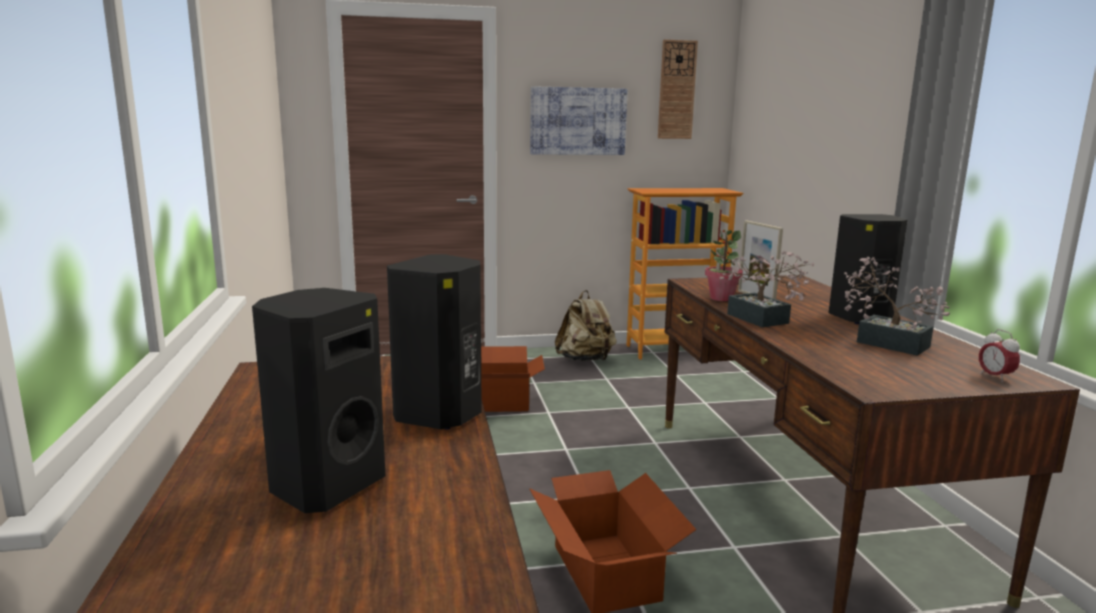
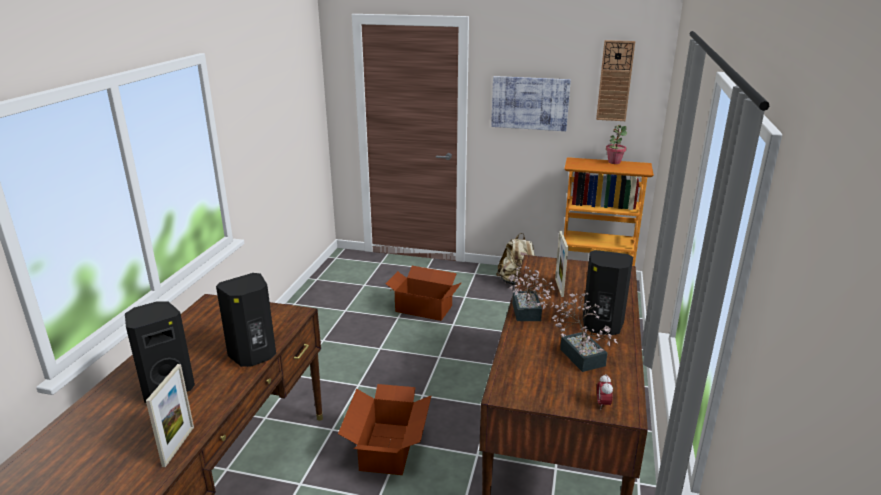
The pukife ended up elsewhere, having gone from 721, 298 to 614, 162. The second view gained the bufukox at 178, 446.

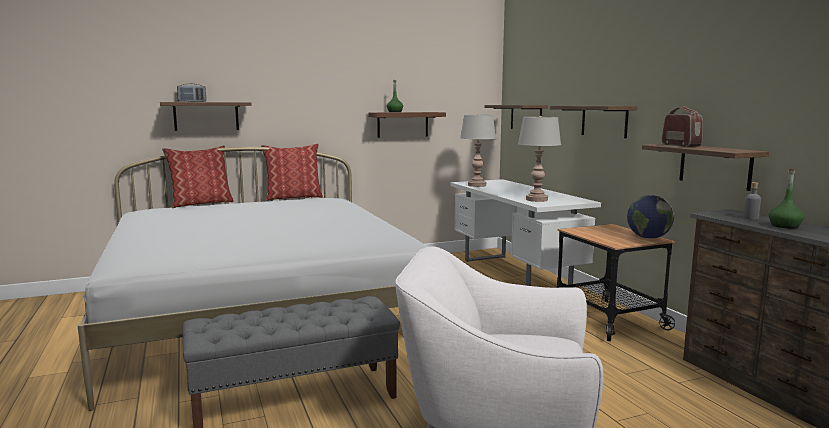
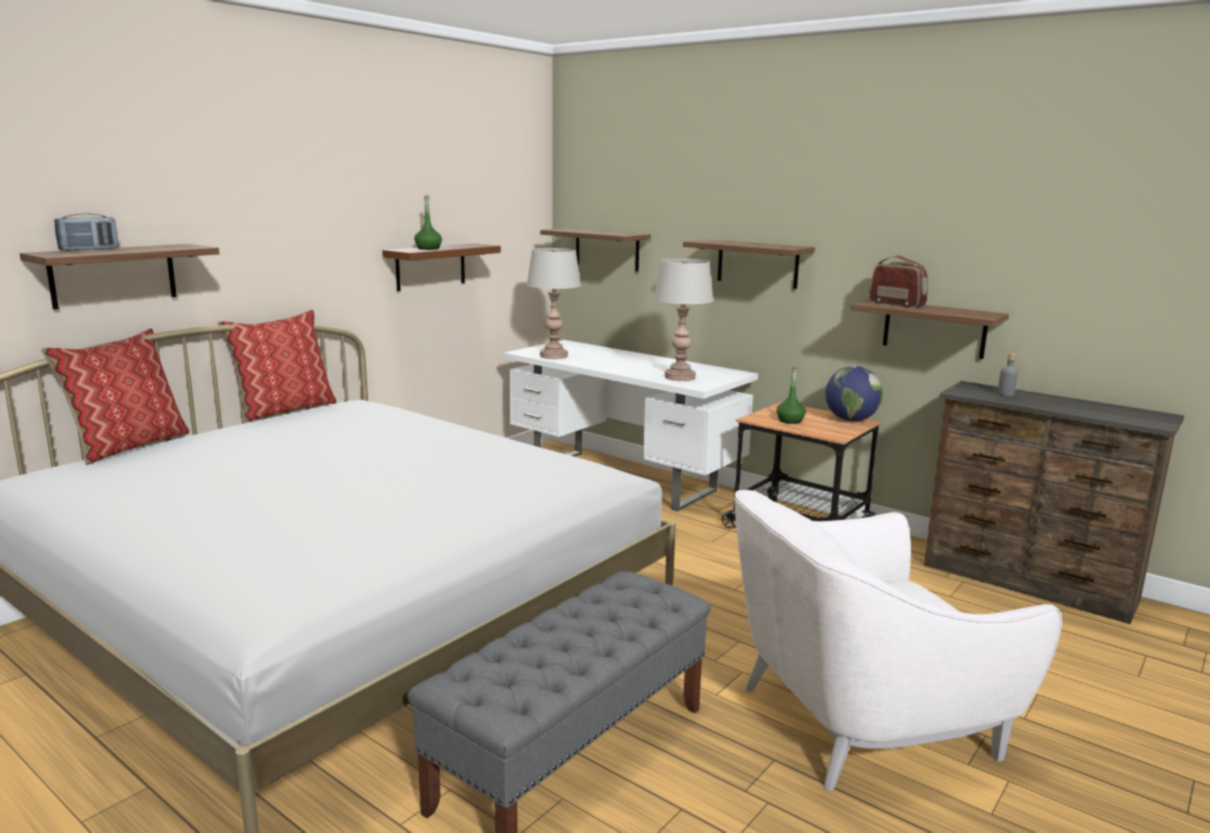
The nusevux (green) ended up elsewhere, having gone from 784, 226 to 790, 421.

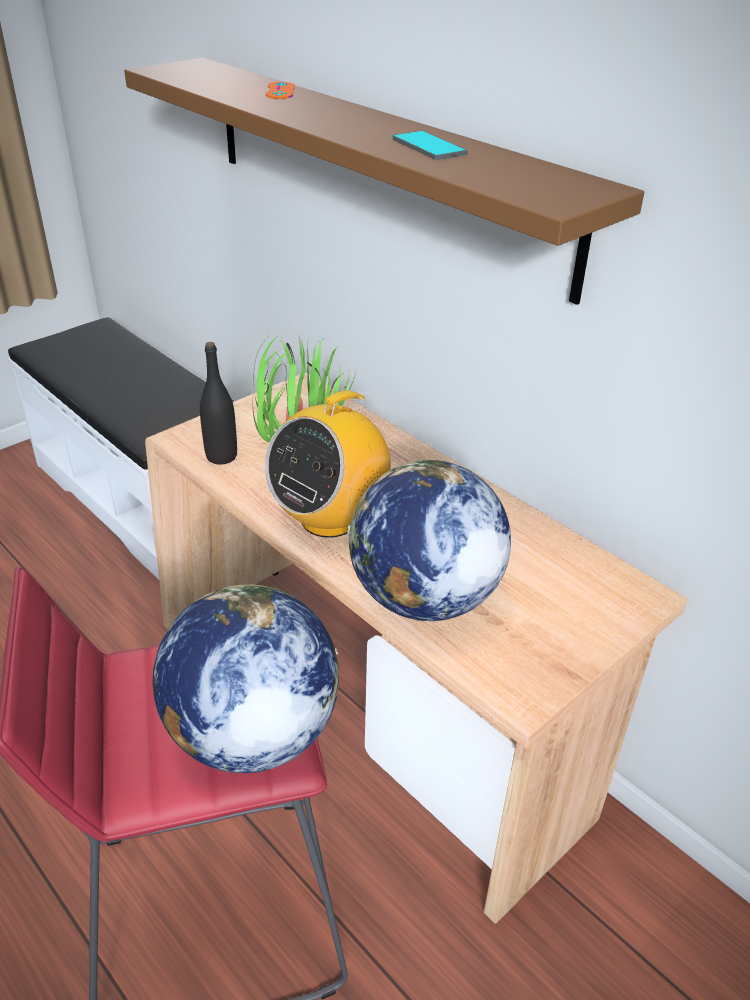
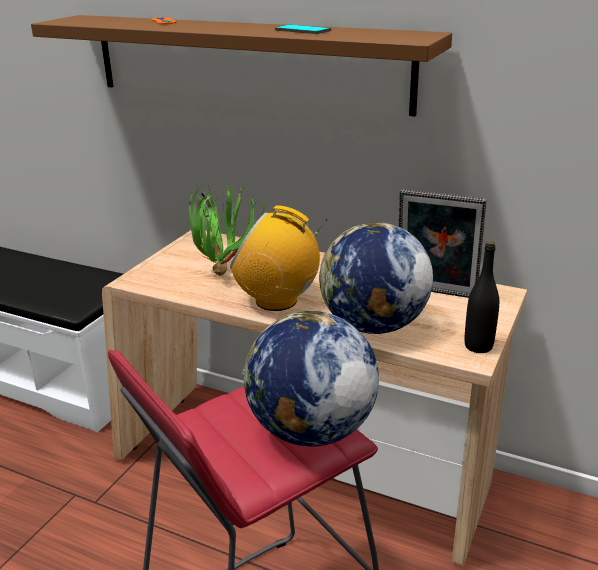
The nusevux (black) ended up elsewhere, having gone from 221, 456 to 478, 346. The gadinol at 329, 518 ended up facing another way, 90 degrees clockwise from before. The second view gained the bufukox at 435, 293.

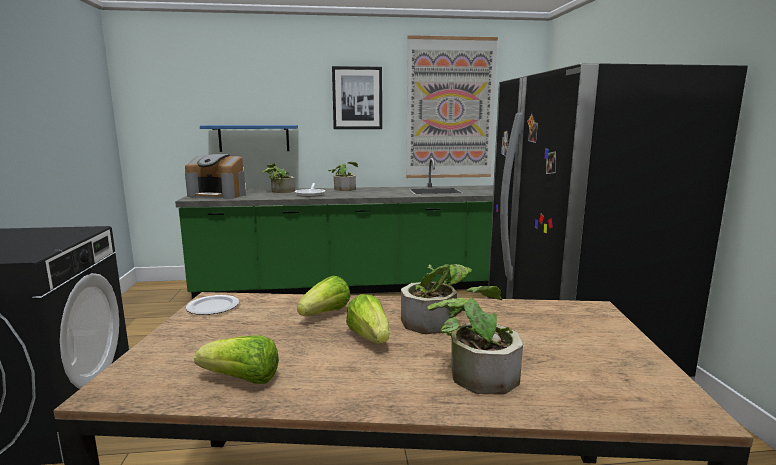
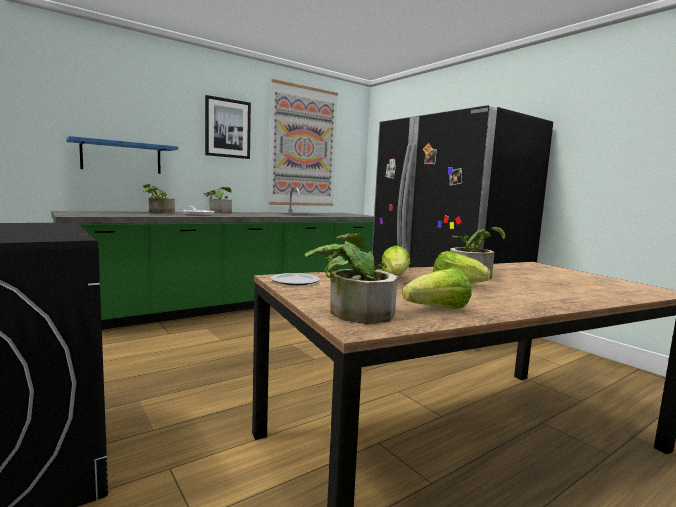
The second view lost the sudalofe at 218, 195. The pukife ended up elsewhere, having gone from 475, 372 to 352, 313.

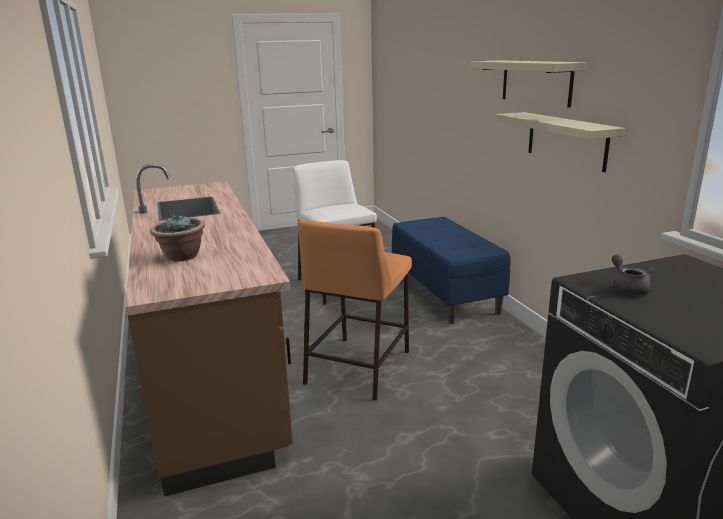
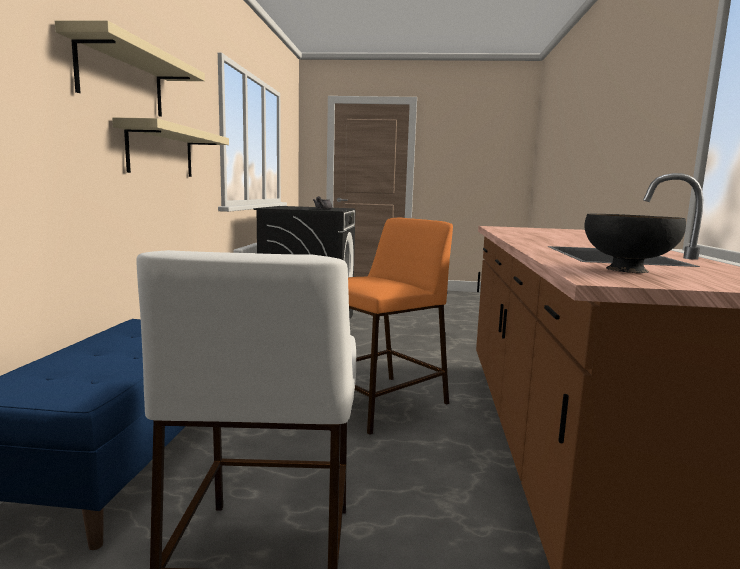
The second view lost the pukife at 182, 256. The second view gained the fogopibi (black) at 626, 270.

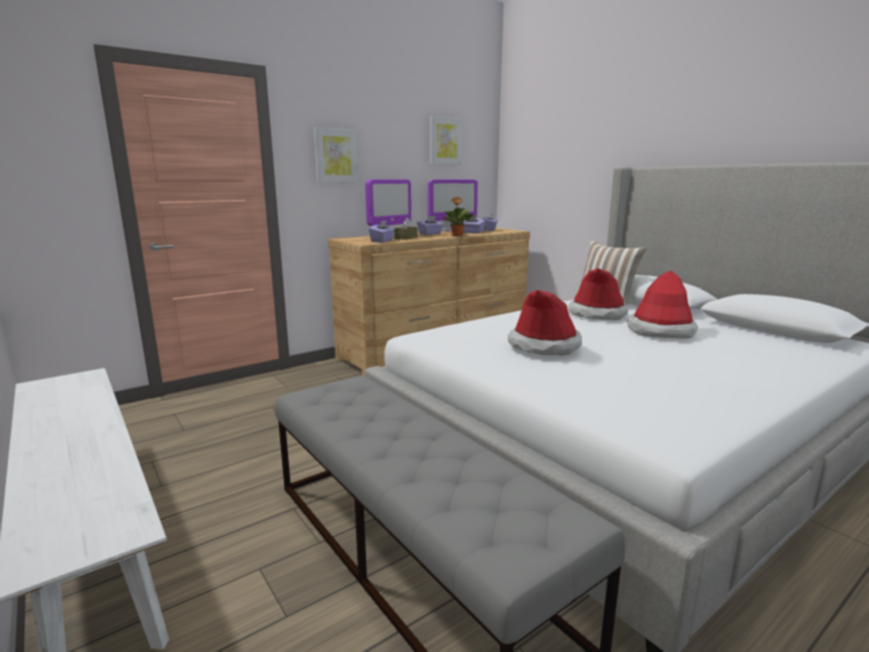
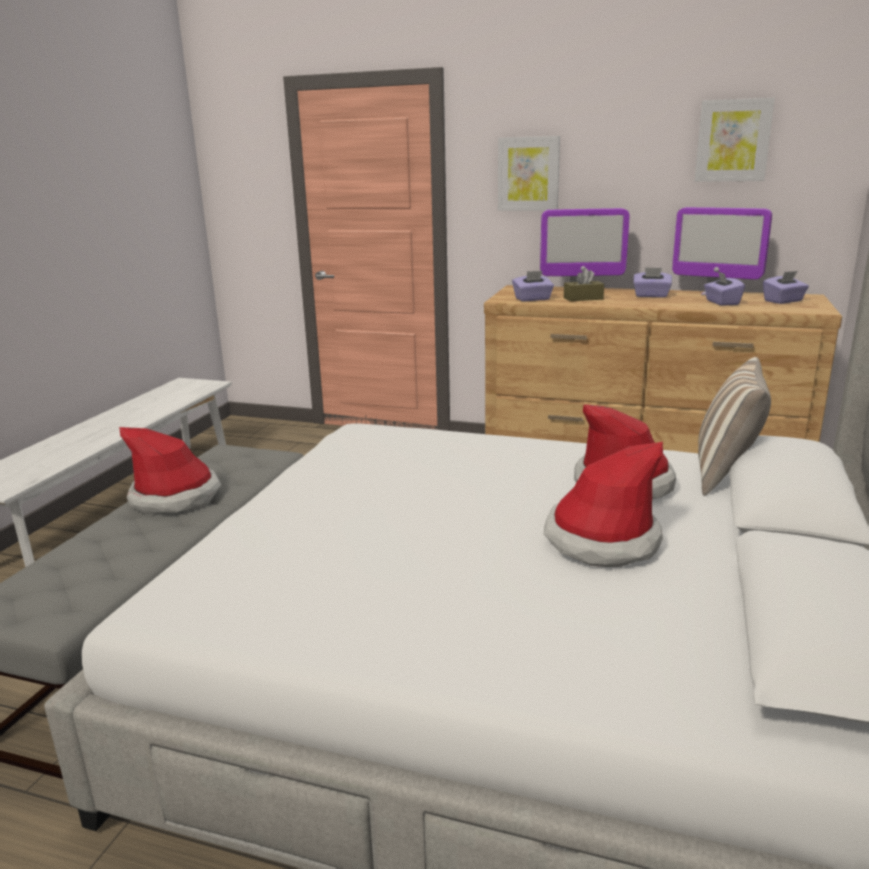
The second view lost the pukife at 457, 236. The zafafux ended up elsewhere, having gone from 544, 345 to 175, 497.

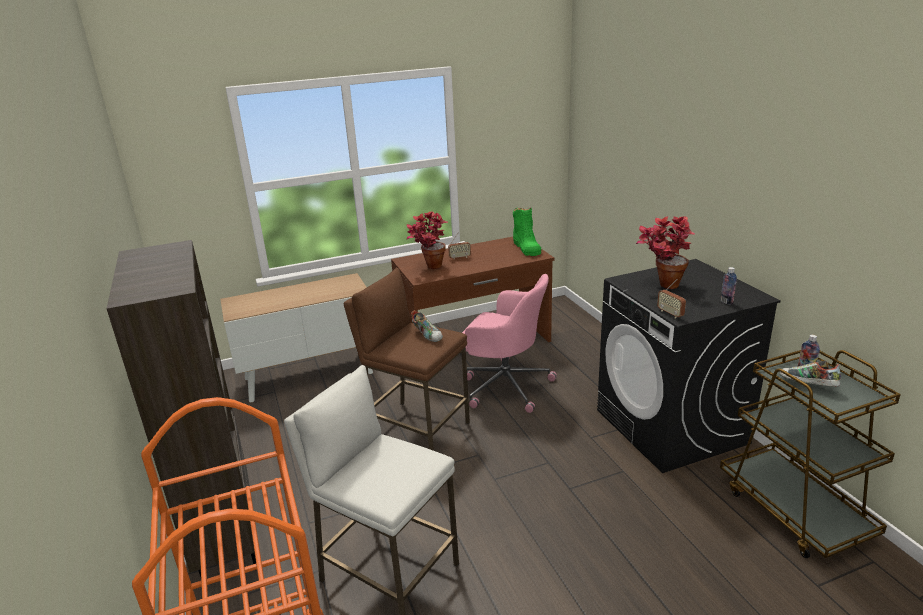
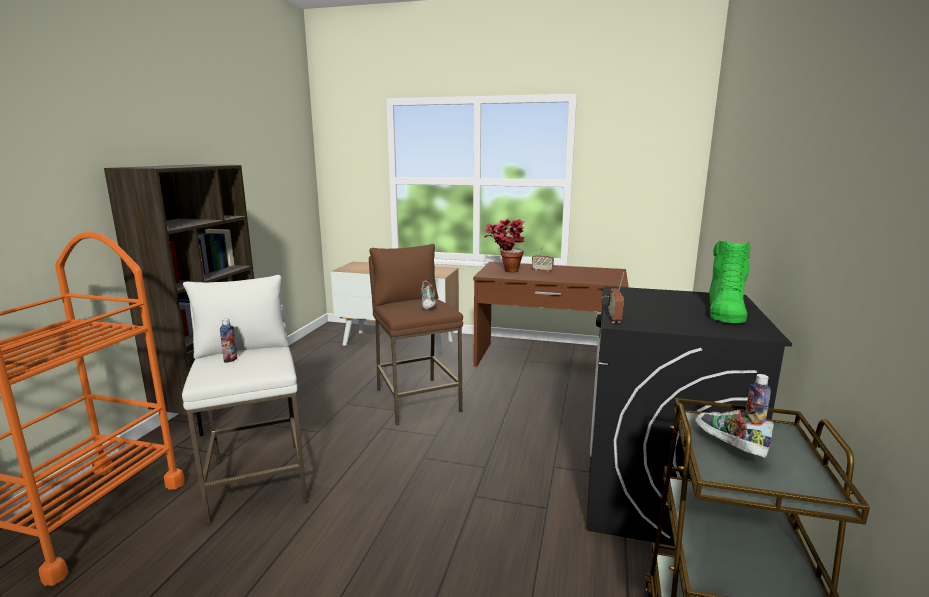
The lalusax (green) ended up elsewhere, having gone from 526, 248 to 725, 311. The second view lost the pukife at 661, 285. The nusevux ended up elsewhere, having gone from 726, 302 to 230, 359. The second view lost the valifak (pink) at 504, 385.

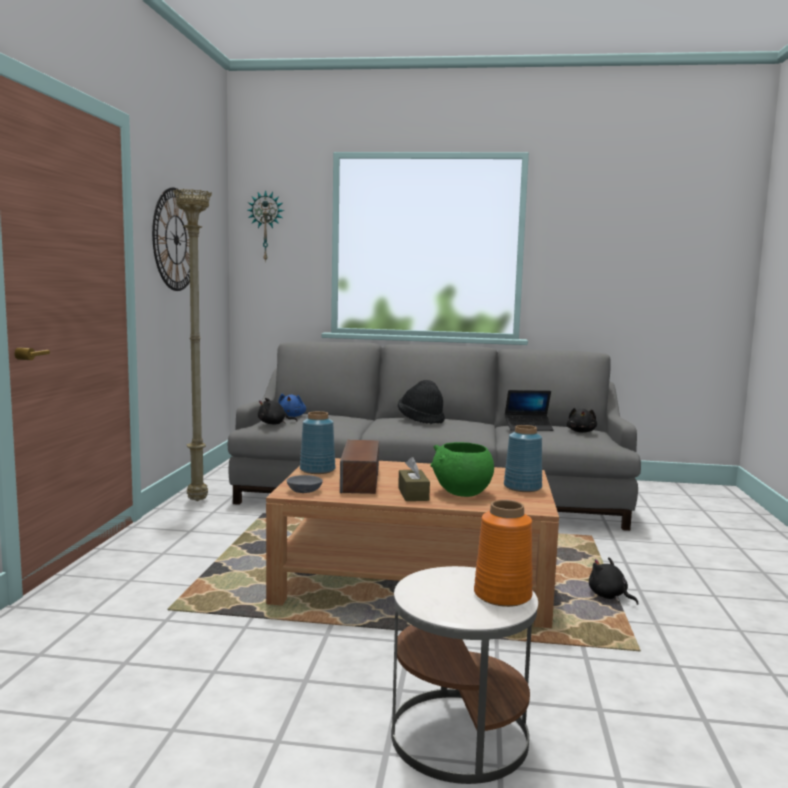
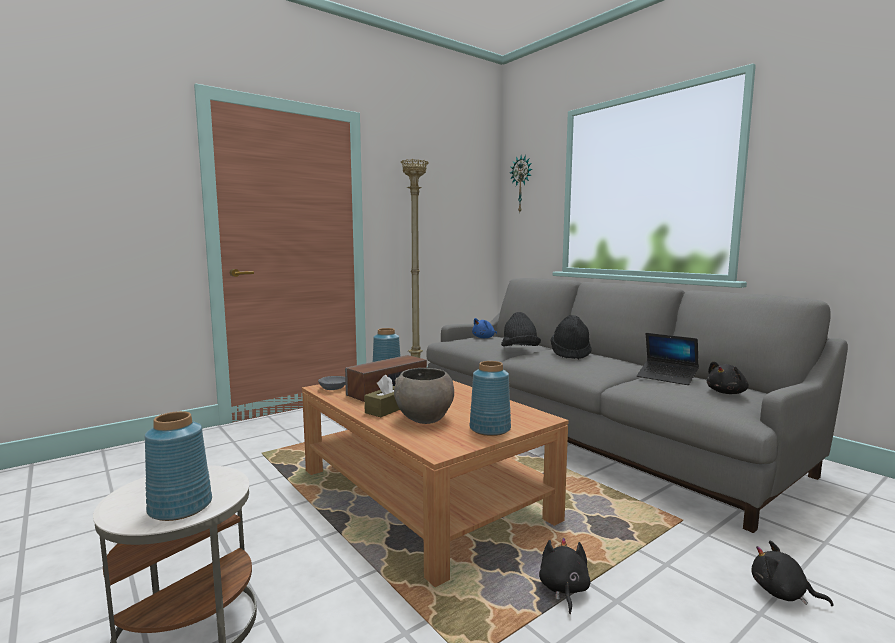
The second view lost the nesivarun at 175, 240. The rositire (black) ended up elsewhere, having gone from 274, 424 to 782, 593. What was the fogopibi (green) at 462, 493 turned into the fogopibi (grey) at 424, 418. What was the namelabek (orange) at 501, 595 turned into the namelabek (blue) at 179, 507. The second view gained the zafafux (black) at 520, 350.

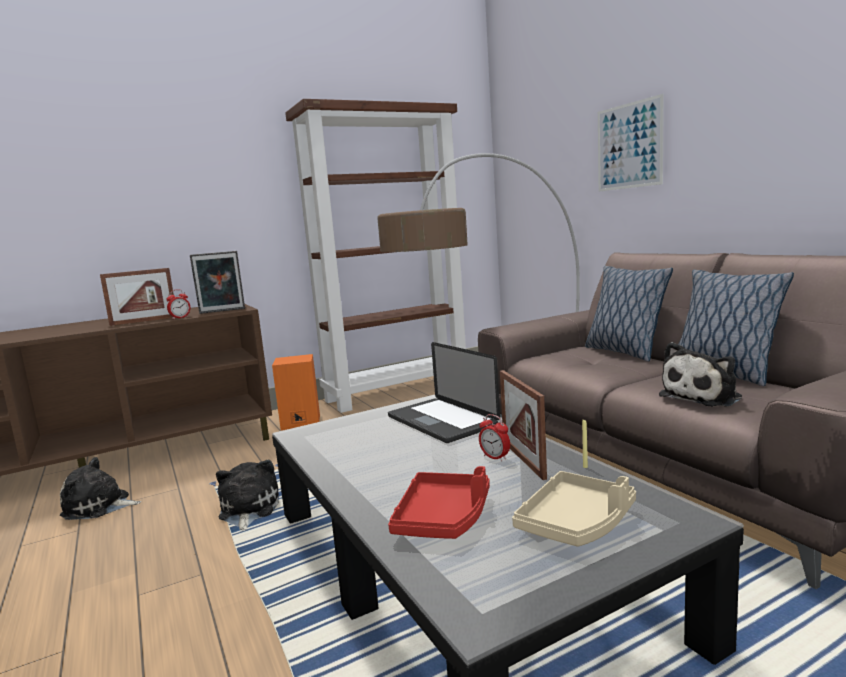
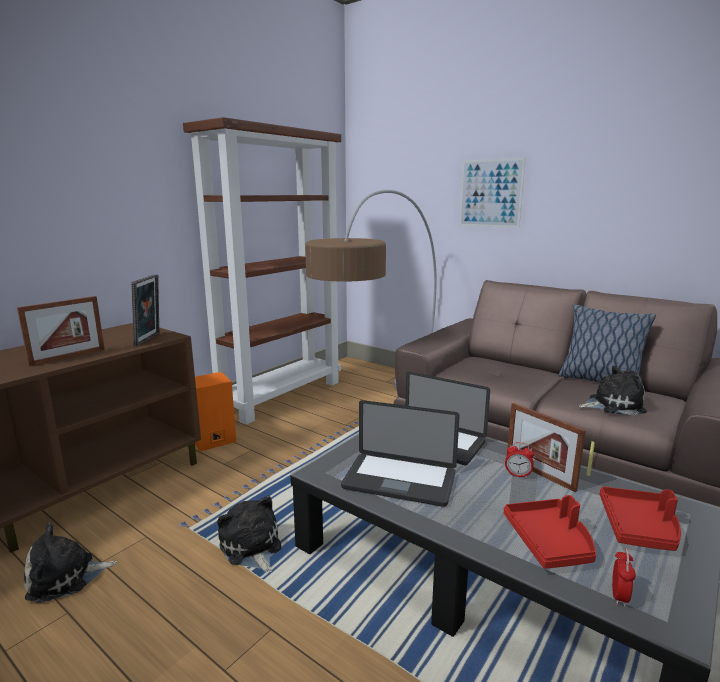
The bufukox at 222, 311 ended up facing another way, 45 degrees counterclockwise from before. The second view lost the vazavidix at 624, 352. The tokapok ended up elsewhere, having gone from 180, 318 to 619, 596. The rositire at 703, 396 ended up facing another way, 120 degrees counterclockwise from before. What was the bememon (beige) at 576, 523 turned into the bememon (red) at 639, 528. The second view gained the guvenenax at 399, 480.

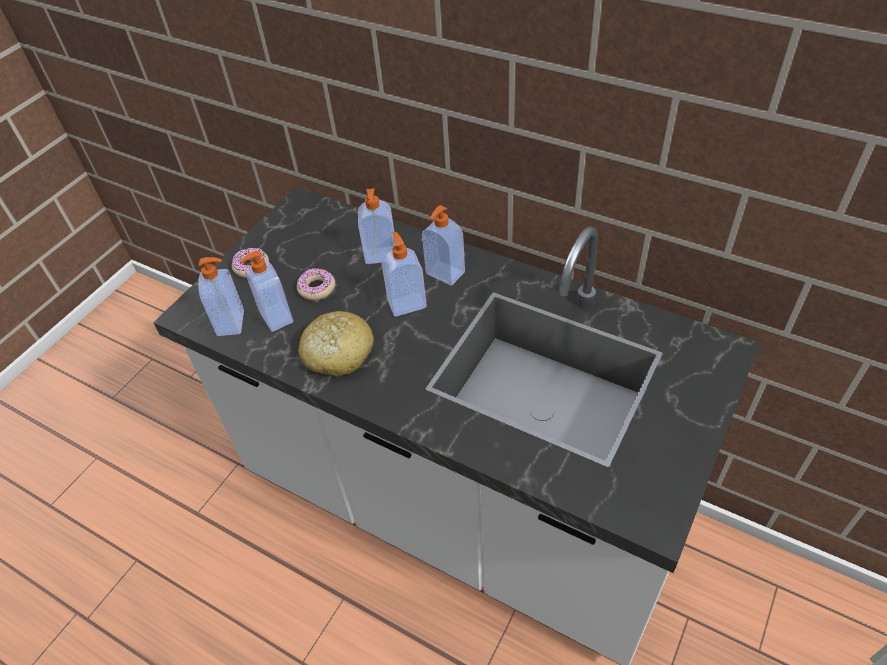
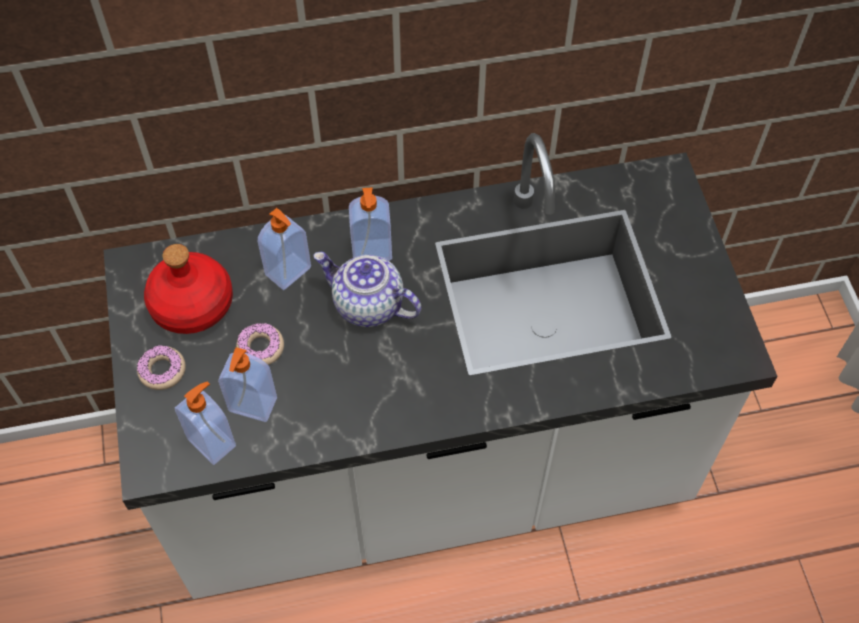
Where the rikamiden stood at 406, 303, the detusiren came to stand at 367, 305. The second view lost the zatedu at 338, 353. The second view gained the nusevux (red) at 191, 304.

